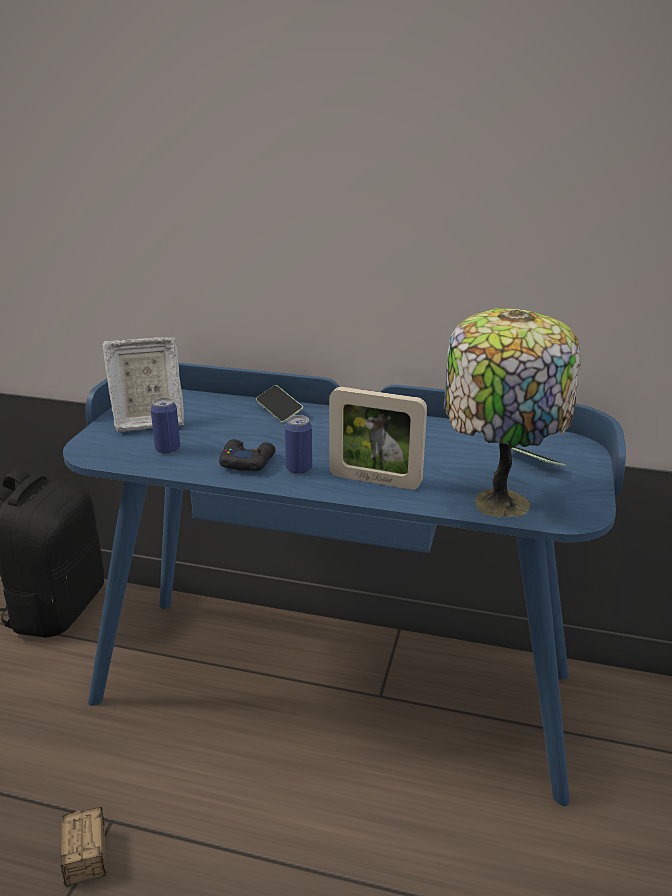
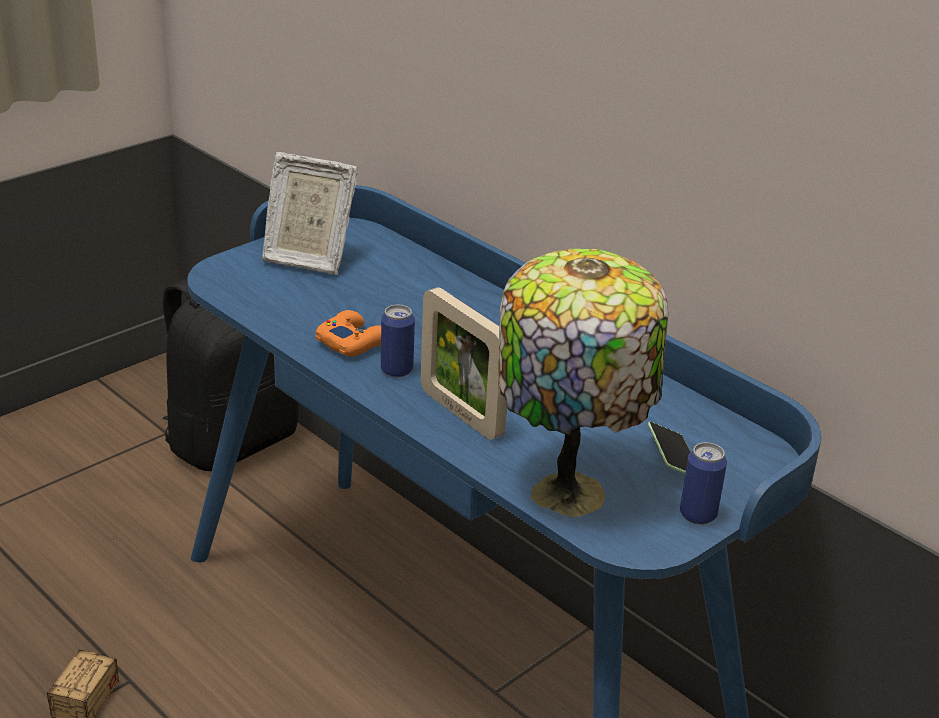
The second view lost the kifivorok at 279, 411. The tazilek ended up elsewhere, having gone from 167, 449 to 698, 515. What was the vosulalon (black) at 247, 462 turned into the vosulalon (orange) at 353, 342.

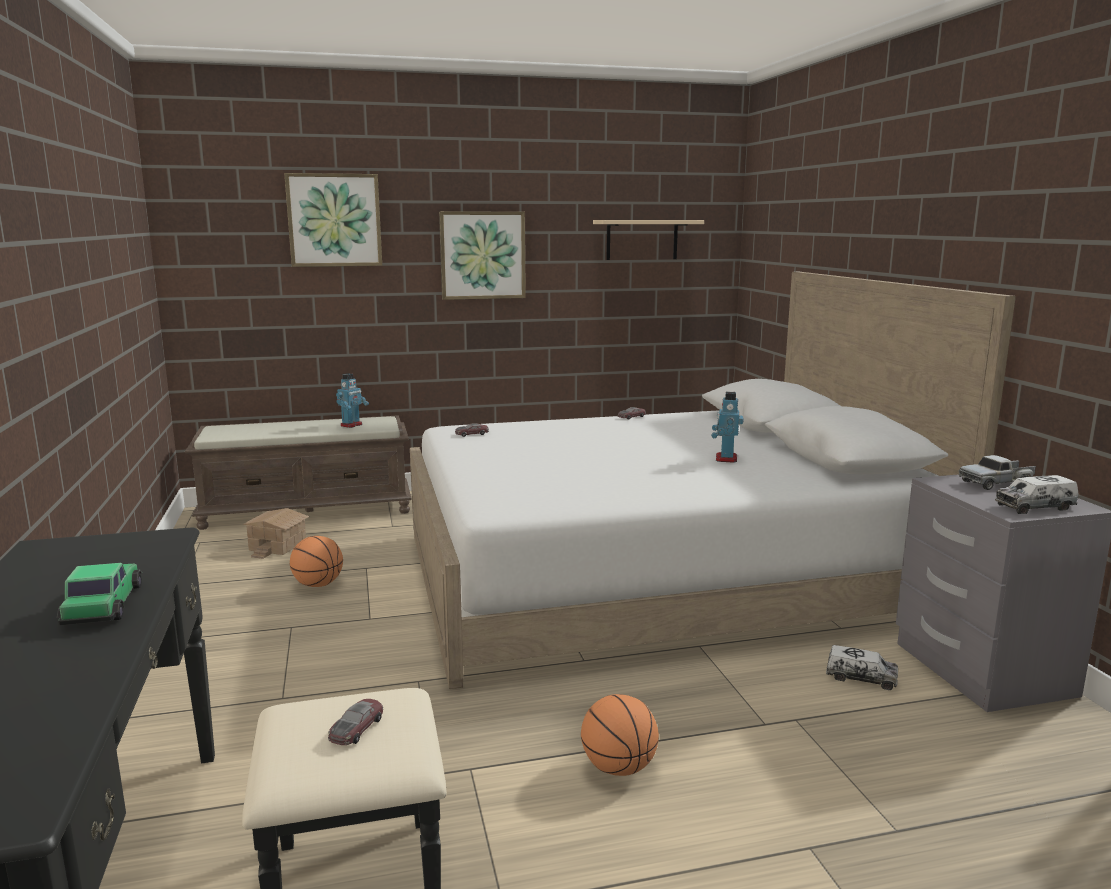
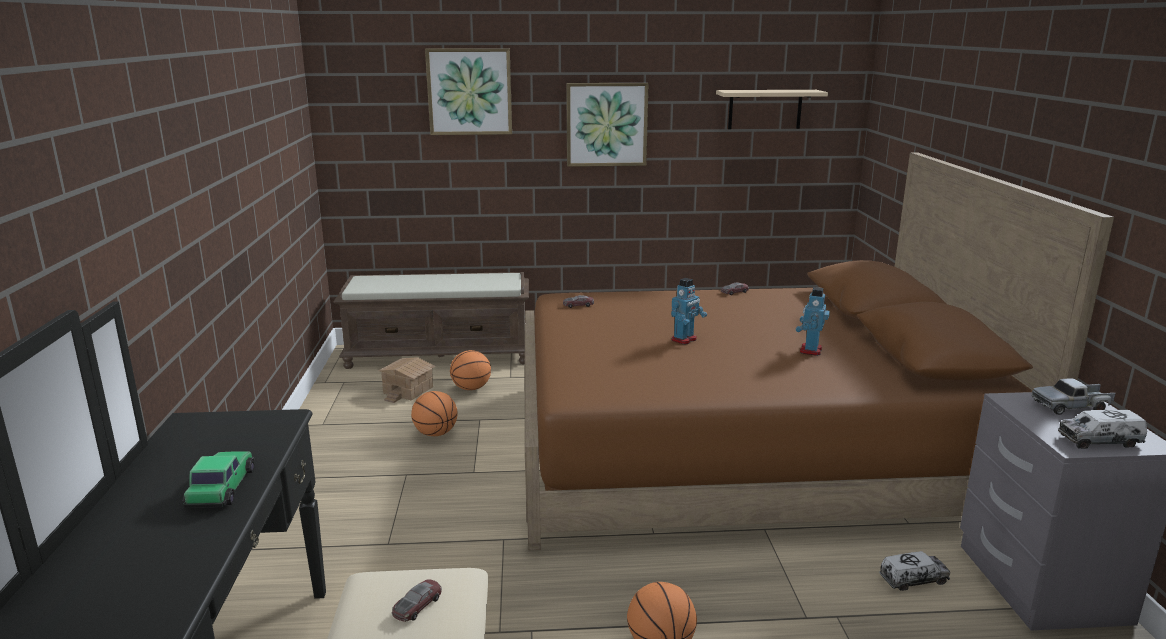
What was the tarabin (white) at 658, 575 turned into the tarabin (brown) at 743, 449. The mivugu ended up elsewhere, having gone from 352, 425 to 684, 340. The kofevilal at 861, 678 ended up facing another way, 45 degrees counterclockwise from before. The second view gained the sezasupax at 471, 388.

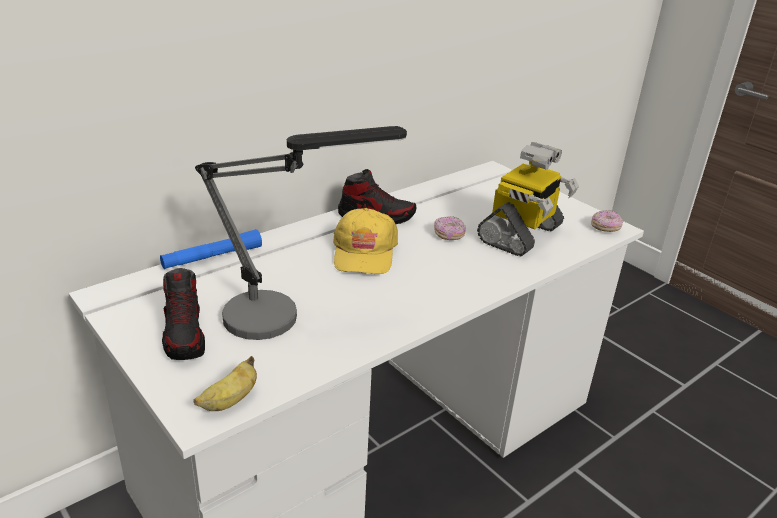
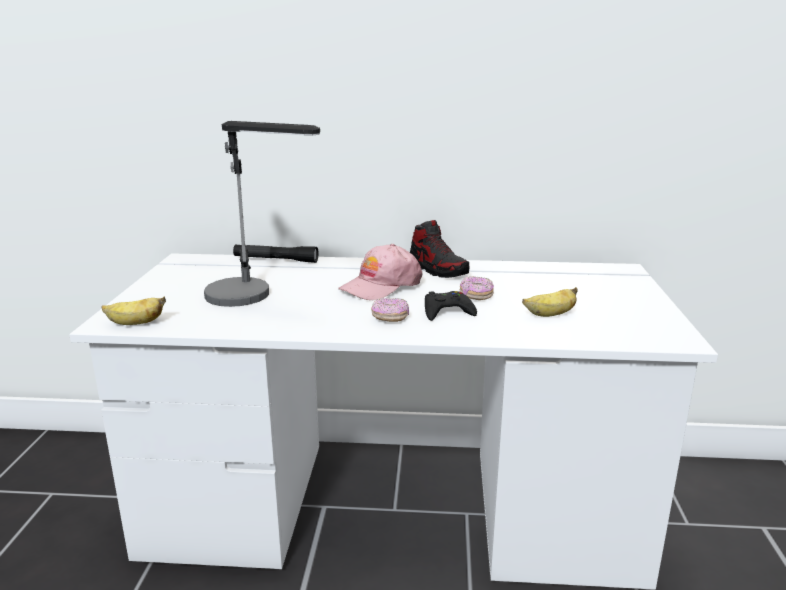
Where the mivugu stood at 521, 235, the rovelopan came to stand at 550, 315. What was the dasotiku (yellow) at 364, 252 turned into the dasotiku (pink) at 381, 285. The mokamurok ended up elsewhere, having gone from 605, 228 to 390, 318. What was the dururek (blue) at 212, 257 turned into the dururek (black) at 275, 260. The second view lost the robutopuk at 185, 334. The second view gained the vosulalon (black) at 447, 311.

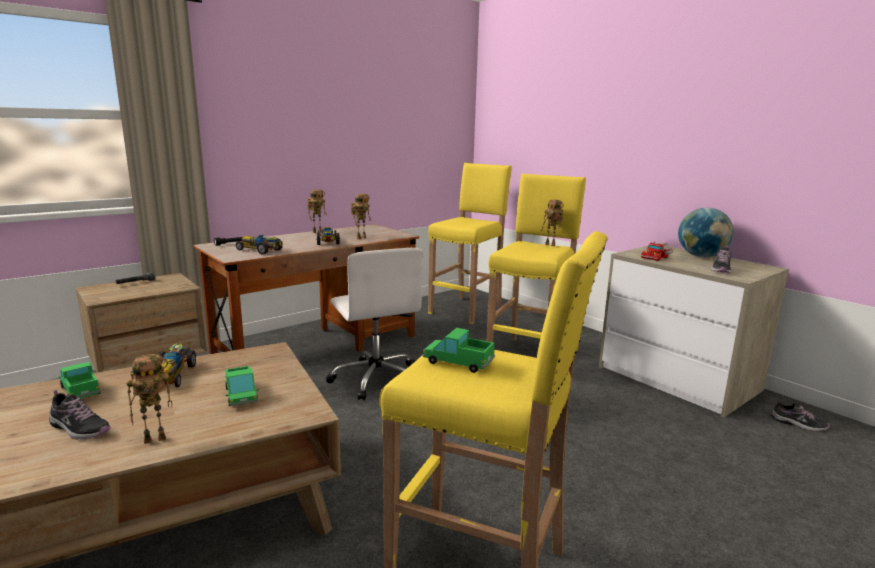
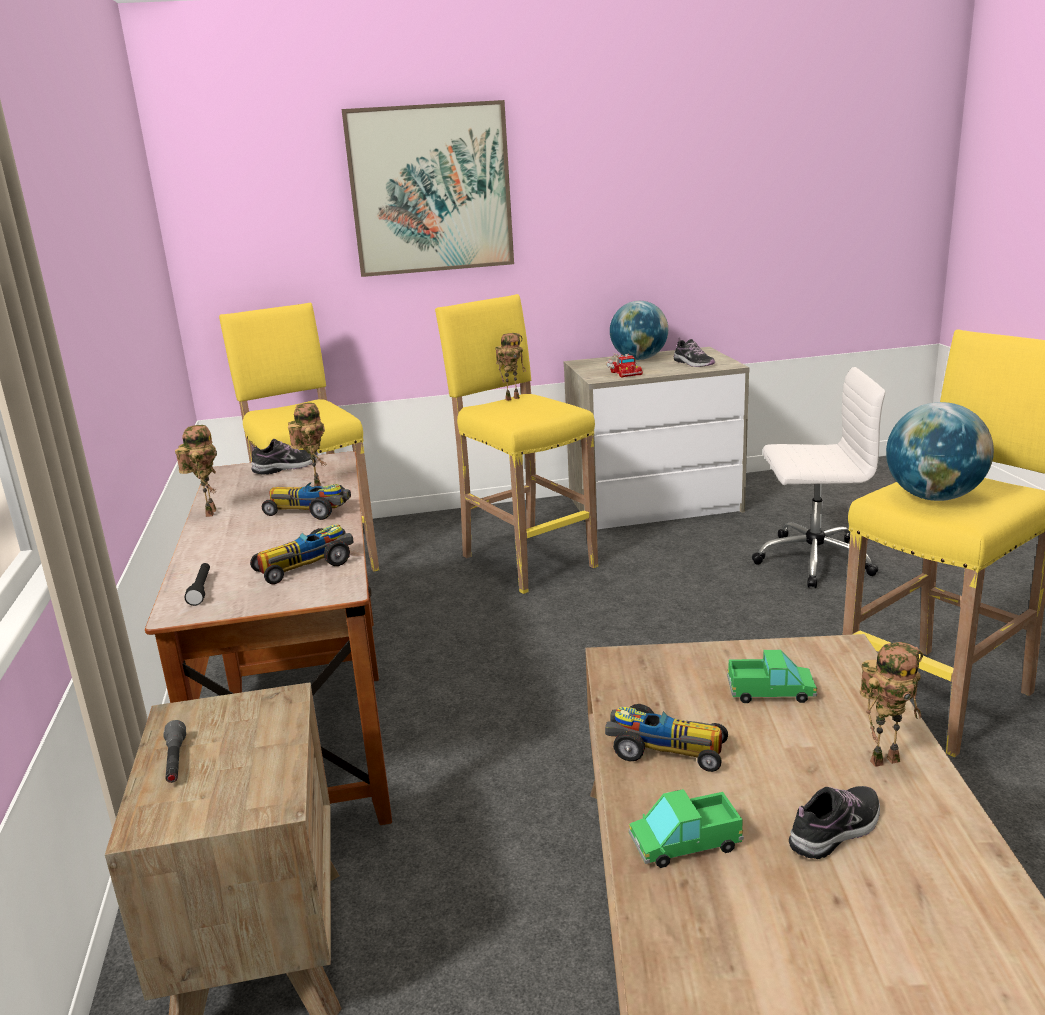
The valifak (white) ended up elsewhere, having gone from 376, 378 to 811, 560. Where the kofevilal stood at 458, 362, the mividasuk came to stand at 934, 497. The mivugu at 156, 438 ended up facing another way, 75 degrees clockwise from before. The robutopuk ended up elsewhere, having gone from 798, 424 to 286, 467. The second view gained the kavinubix at 430, 189.

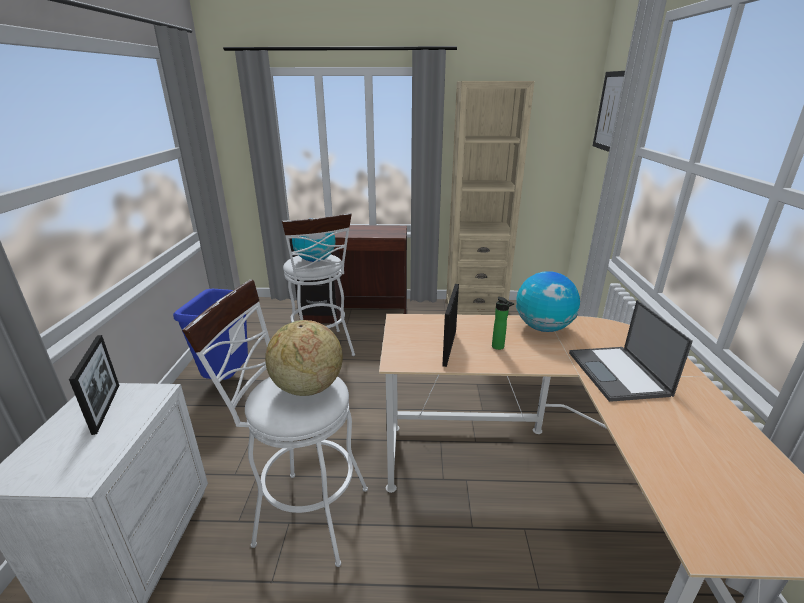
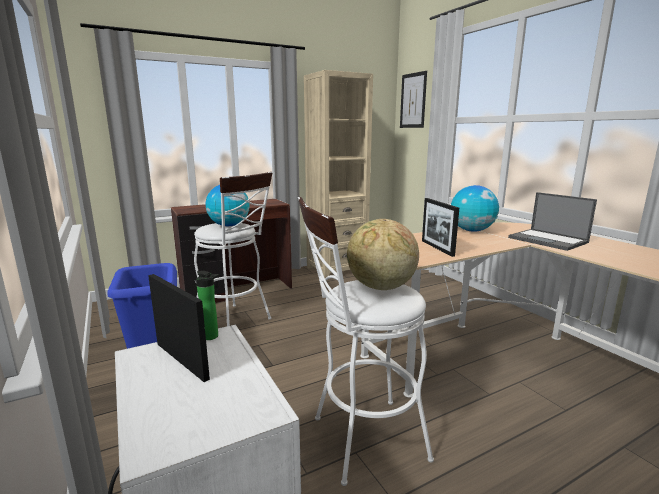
The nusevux ended up elsewhere, having gone from 499, 347 to 212, 337.

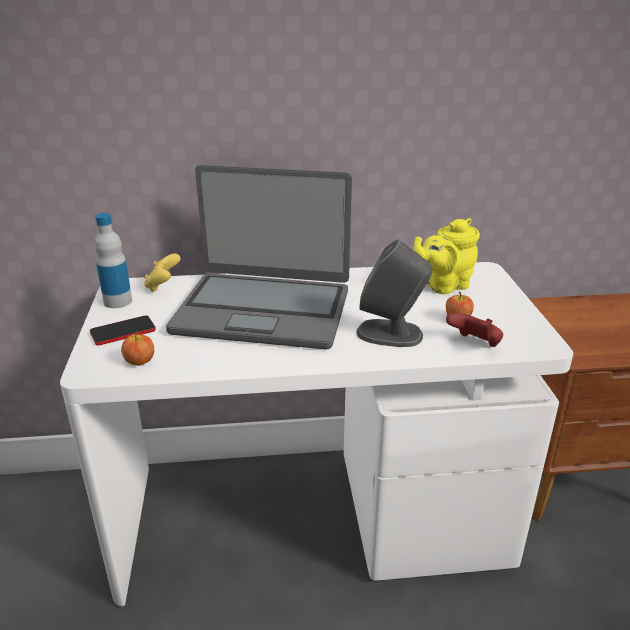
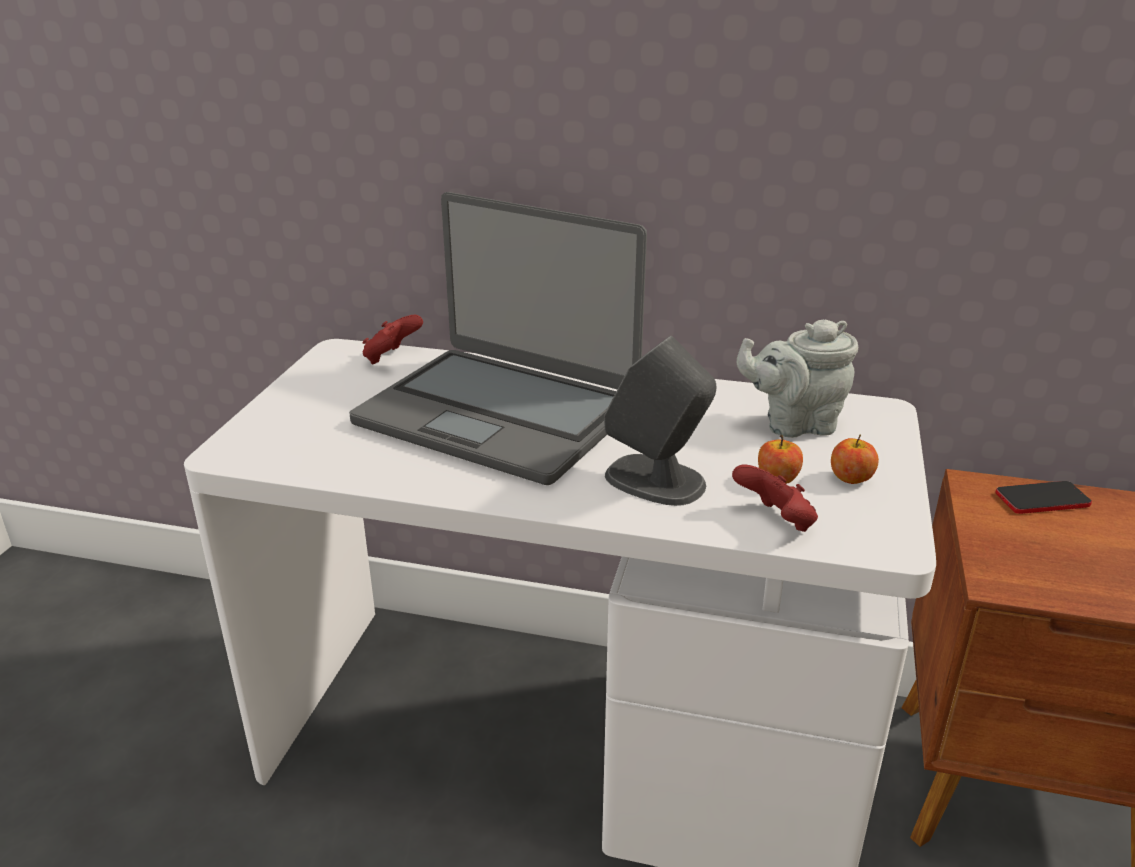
The second view lost the nusevux at 118, 301. What was the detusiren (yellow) at 443, 285 turned into the detusiren (grey) at 794, 424. What was the vosulalon (yellow) at 163, 286 turned into the vosulalon (red) at 392, 358. The kifivorok ended up elsewhere, having gone from 123, 331 to 1042, 499. The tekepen ended up elsewhere, having gone from 139, 361 to 851, 478.

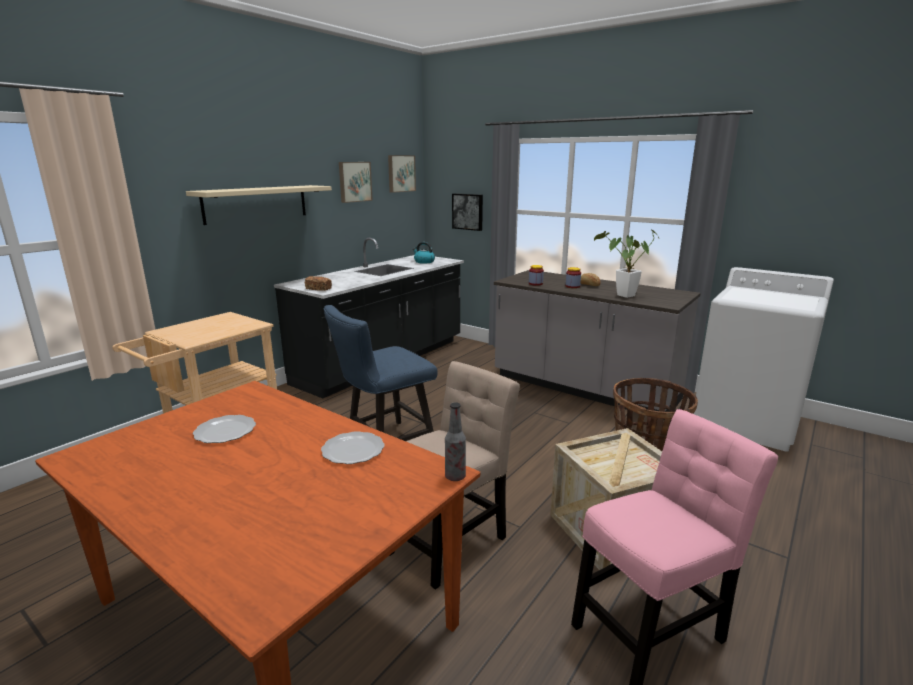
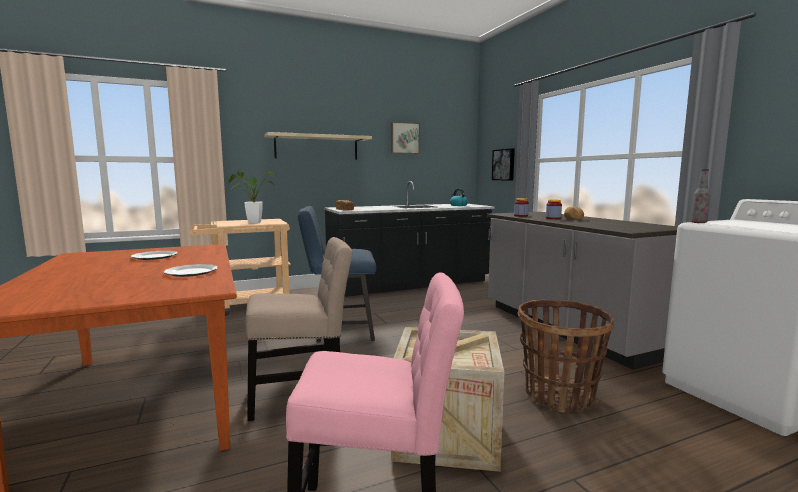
The second view lost the kavinubix at 400, 173. The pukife ended up elsewhere, having gone from 623, 296 to 251, 222. The nusevux ended up elsewhere, having gone from 455, 477 to 698, 222.

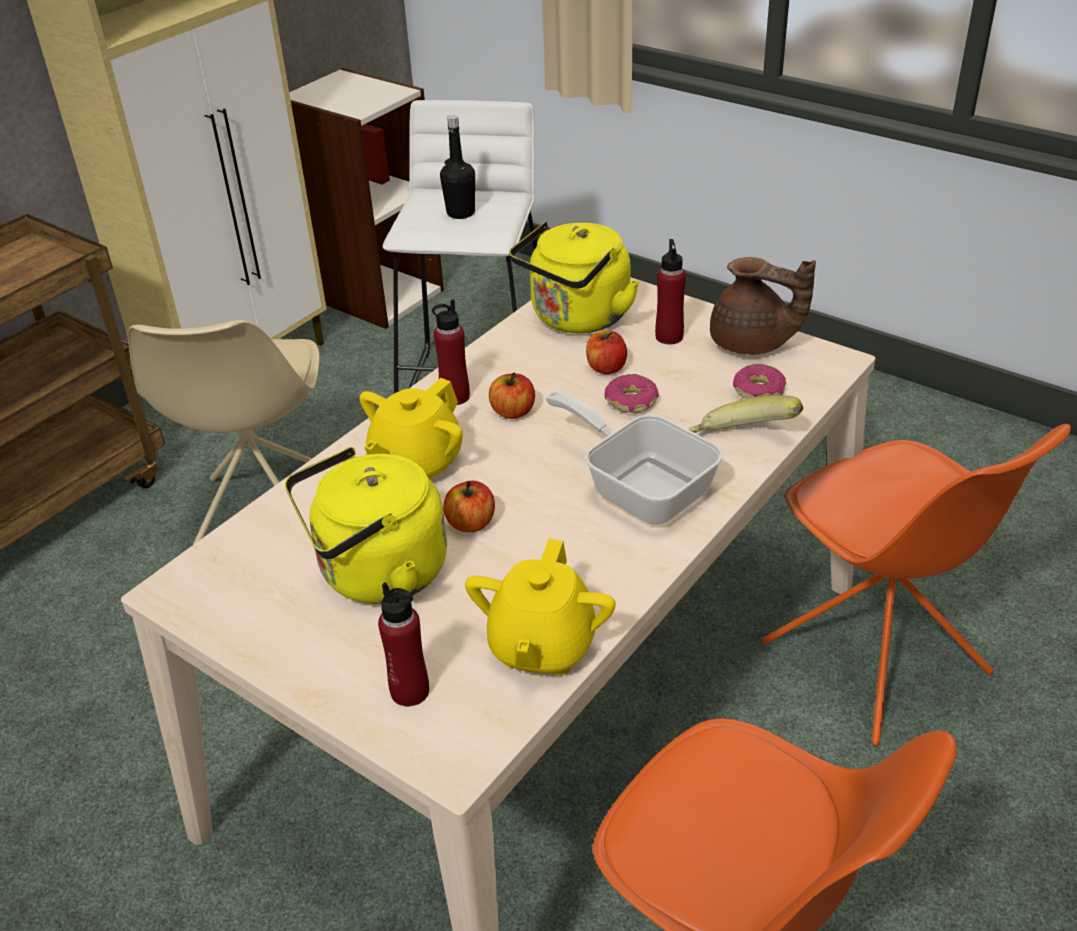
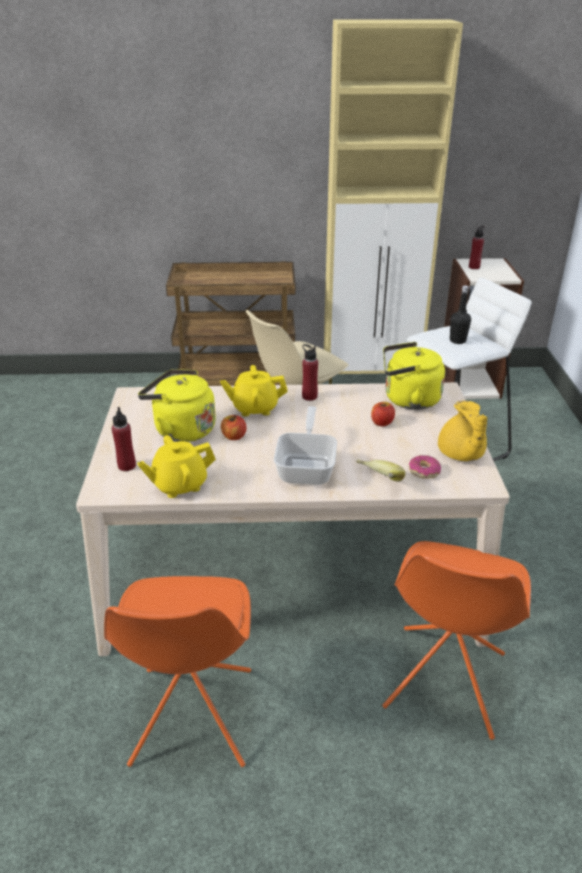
The nusevux (red) ended up elsewhere, having gone from 669, 336 to 474, 267. What was the detusiren (brown) at 752, 344 turned into the detusiren (yellow) at 461, 454. The second view lost the tekepen at 513, 412. The second view lost the mokamurok at 631, 402.

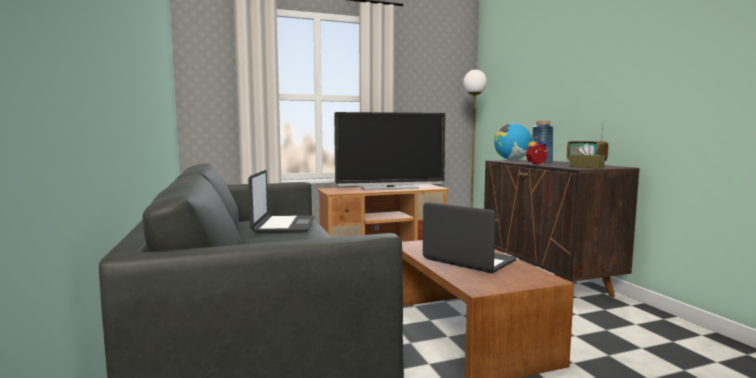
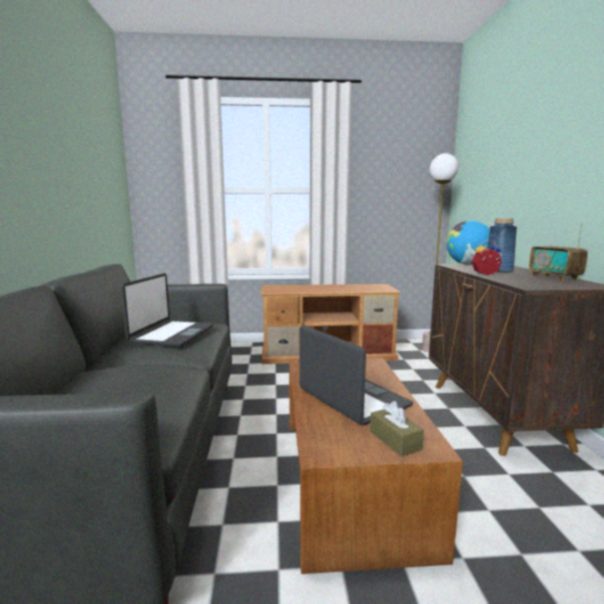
The second view lost the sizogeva at 390, 188. The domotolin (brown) ended up elsewhere, having gone from 586, 167 to 395, 440.

